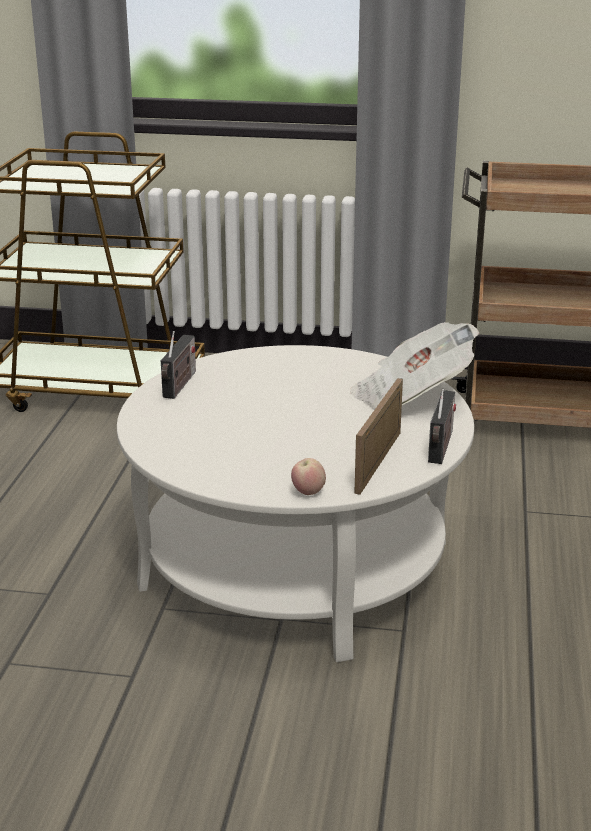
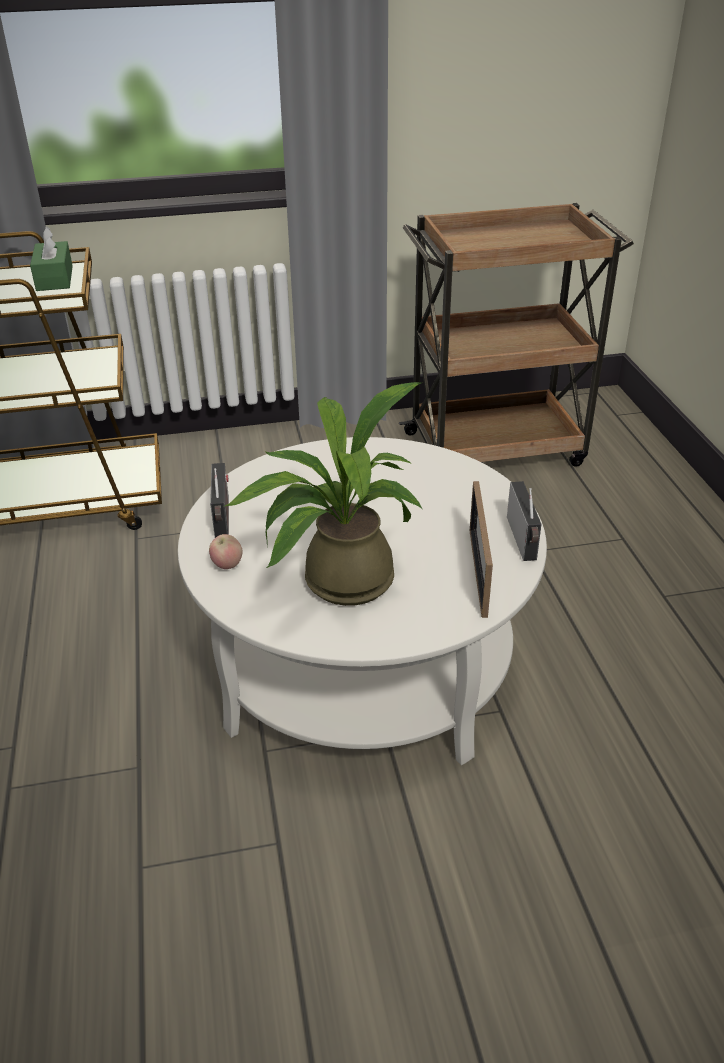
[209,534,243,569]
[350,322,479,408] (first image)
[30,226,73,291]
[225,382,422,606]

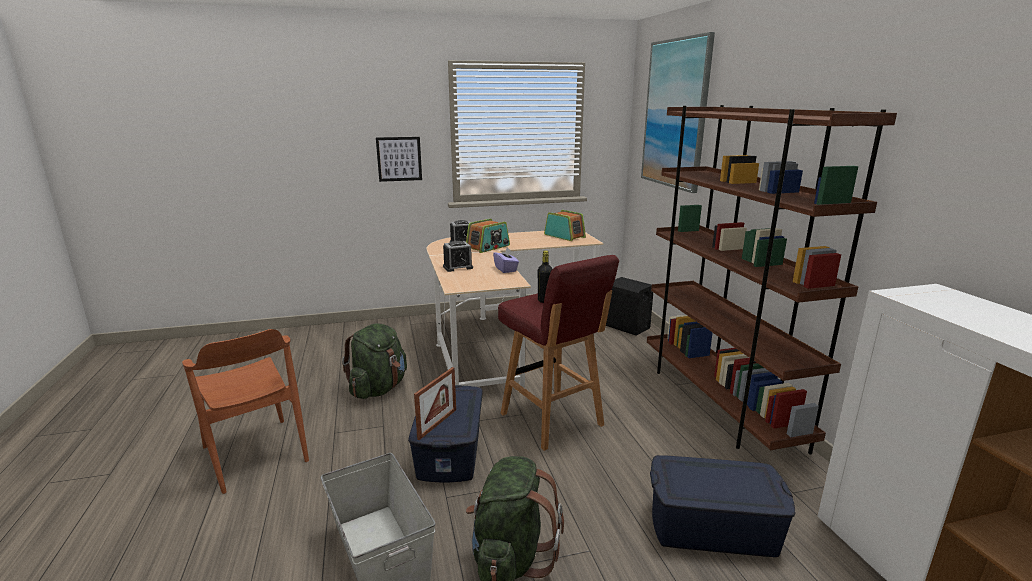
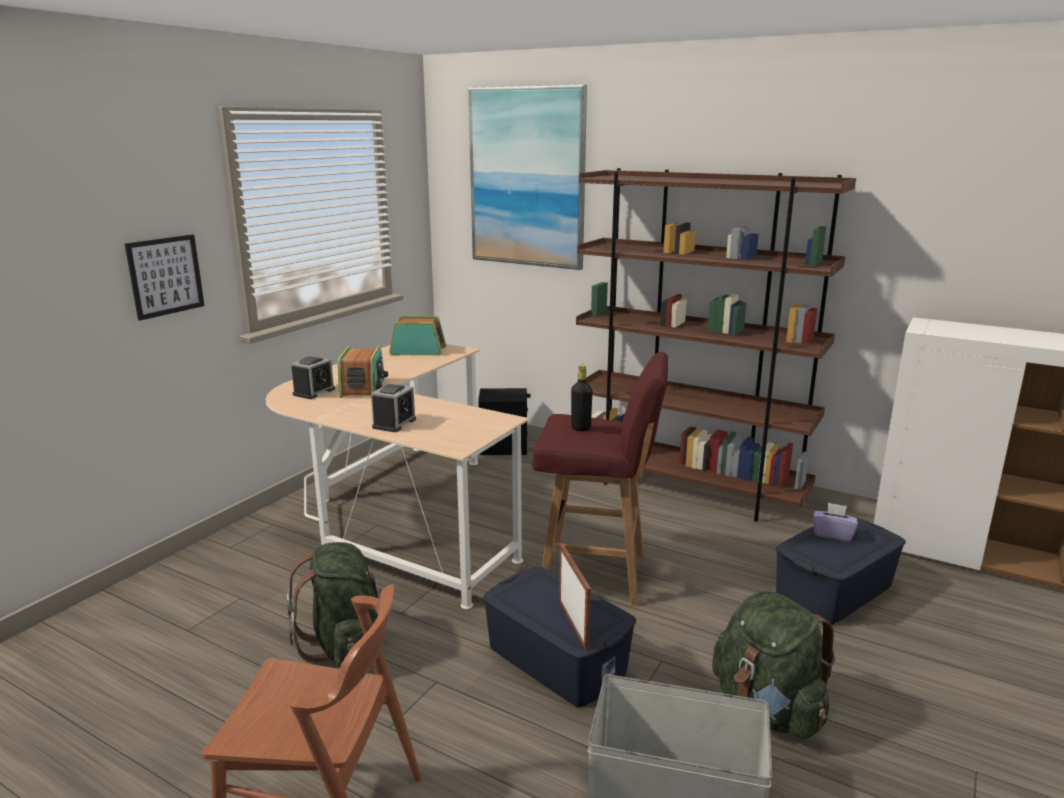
[813,502,858,541]

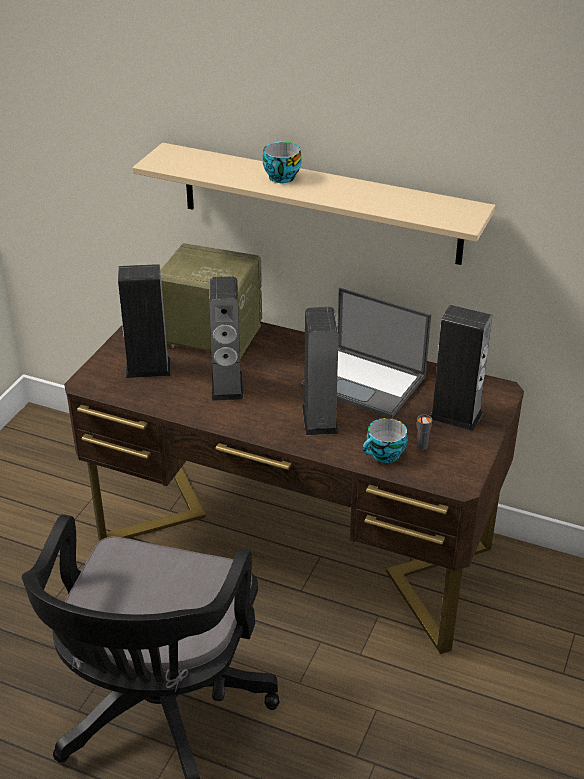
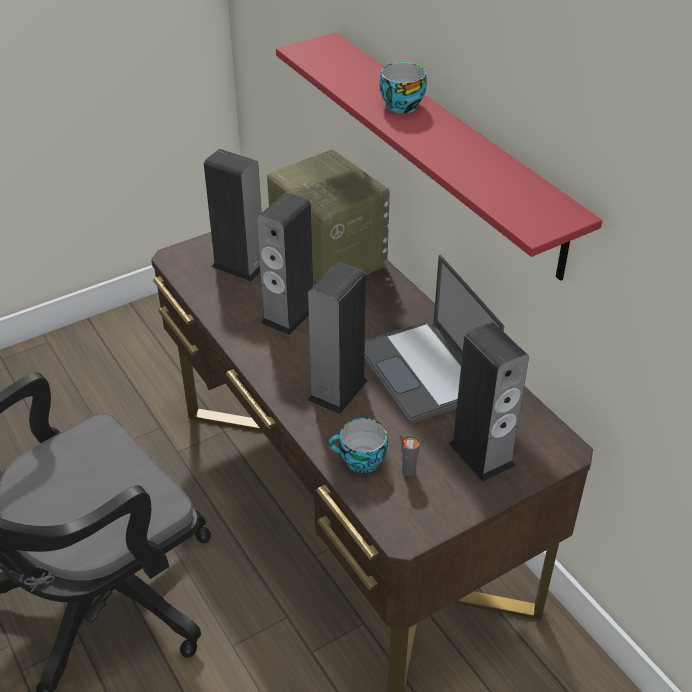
[276,32,602,281]

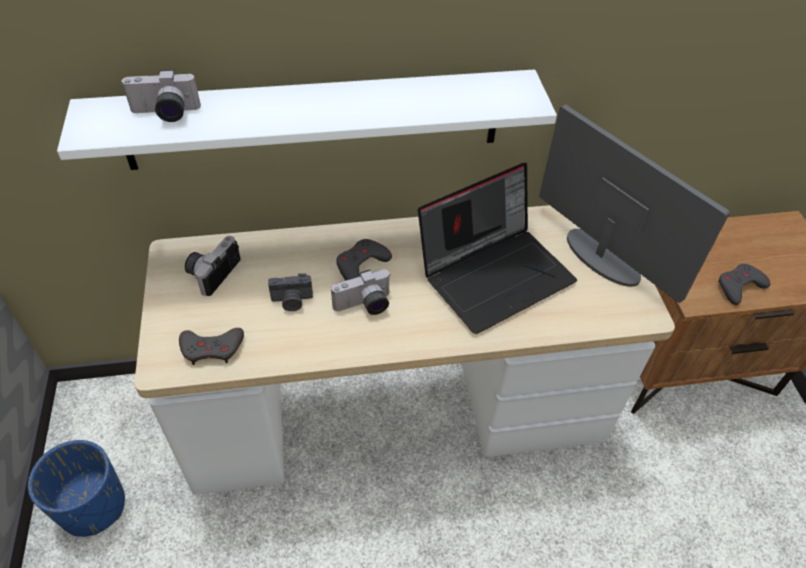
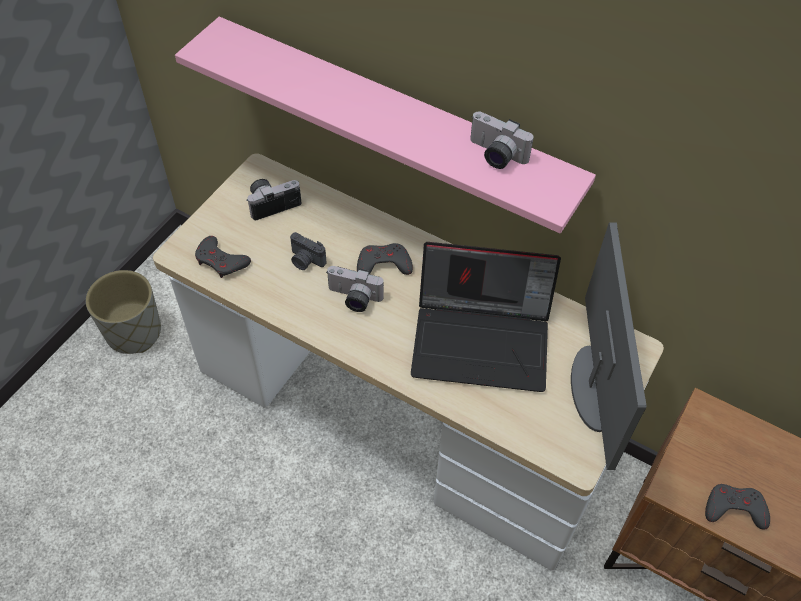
[86,270,161,354]
[175,17,596,233]
[470,111,534,169]

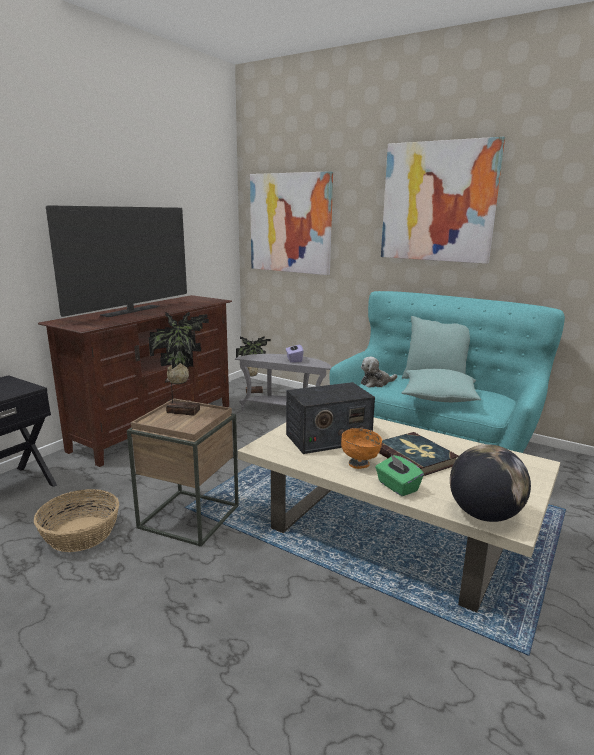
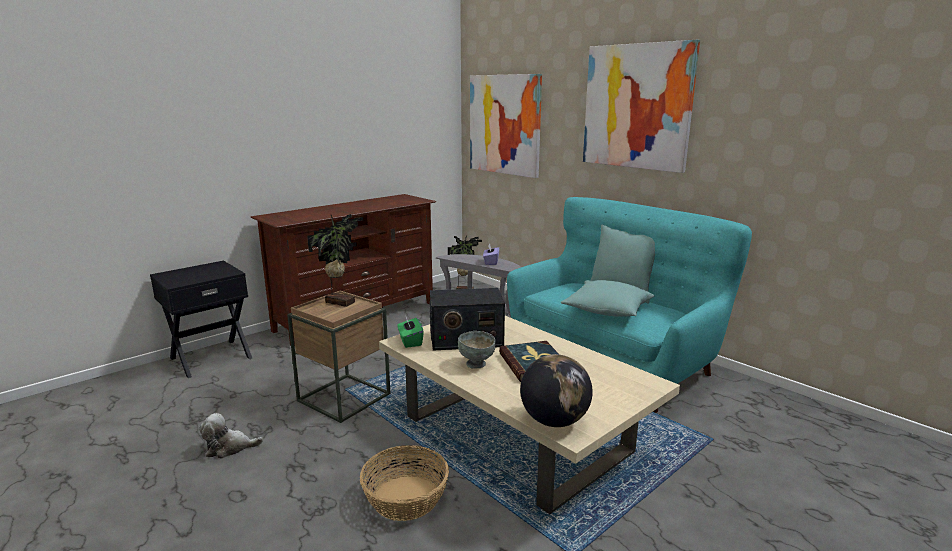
[360,445,449,521]
[46,205,187,317] (first image)
[458,331,495,368]
[199,413,263,459]
[397,315,424,348]

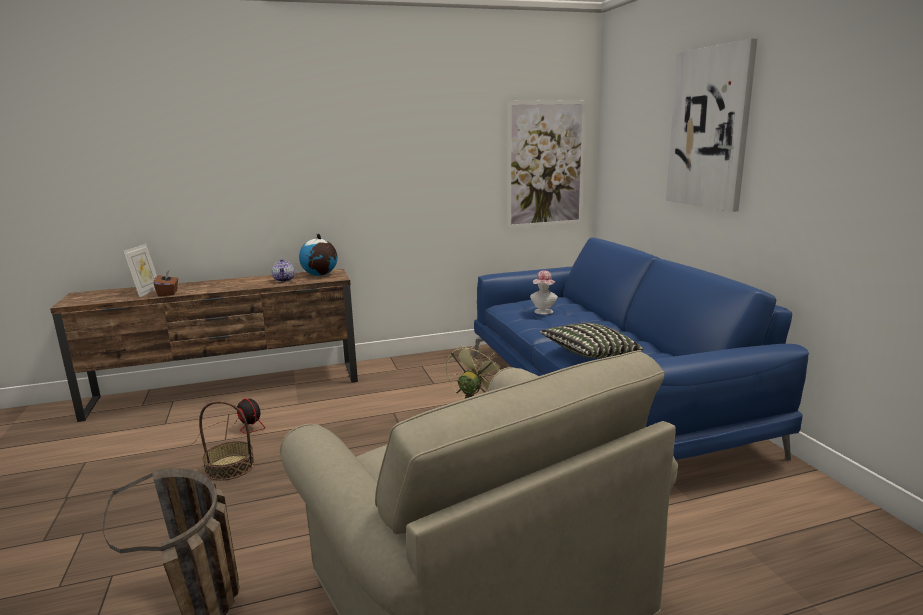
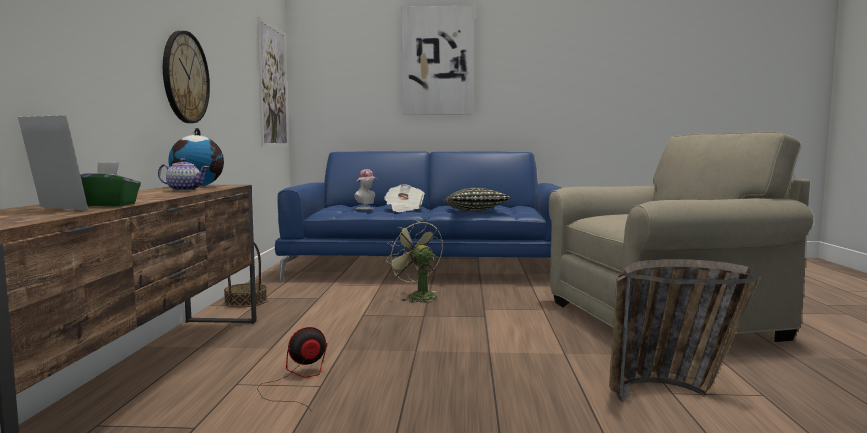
[80,162,141,207]
[224,242,267,307]
[163,31,210,123]
[384,184,425,212]

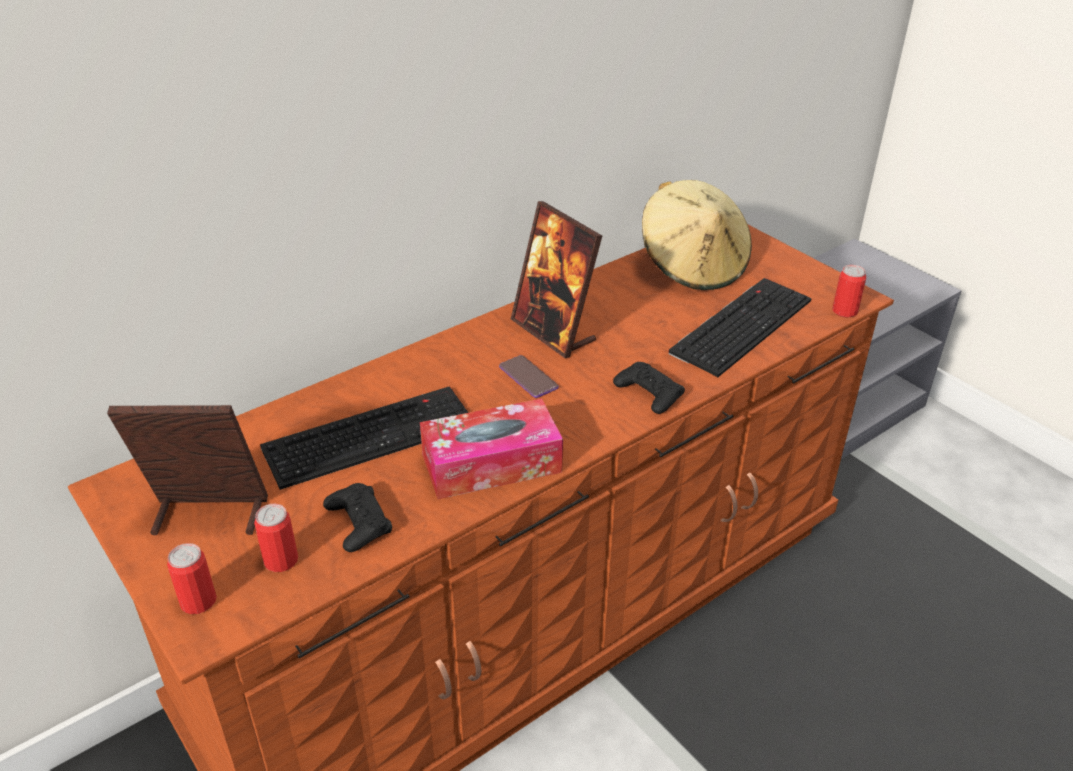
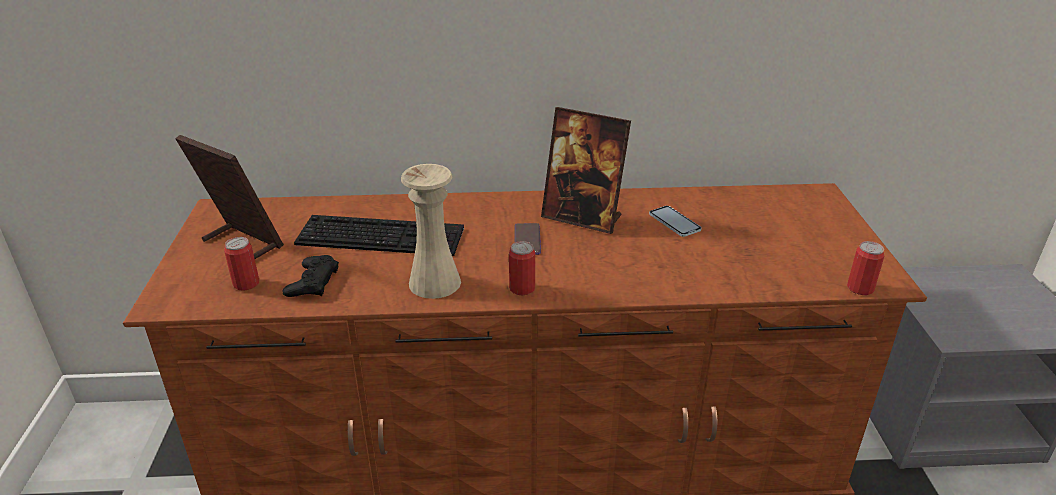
[509,241,535,295]
[401,164,461,299]
[541,107,631,234]
[613,362,685,414] (first image)
[642,180,752,290] (first image)
[668,278,812,377] (first image)
[649,206,702,237]

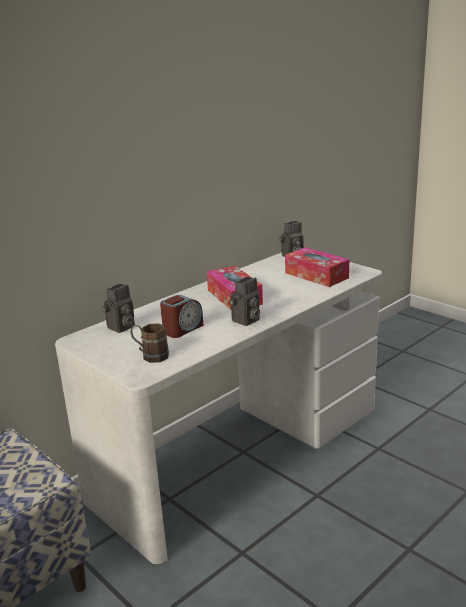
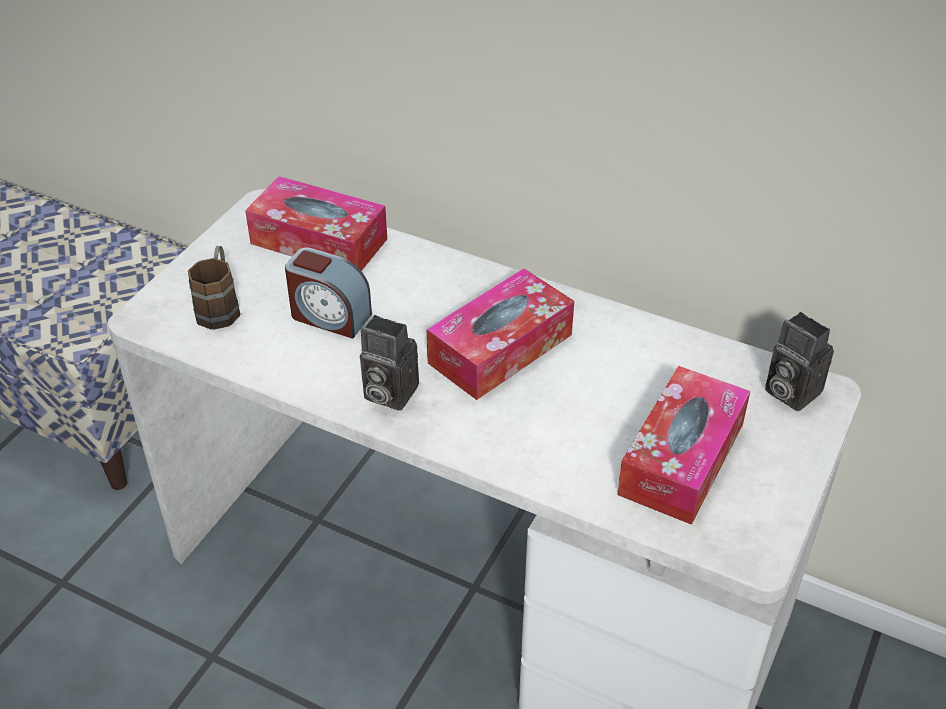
[245,176,387,271]

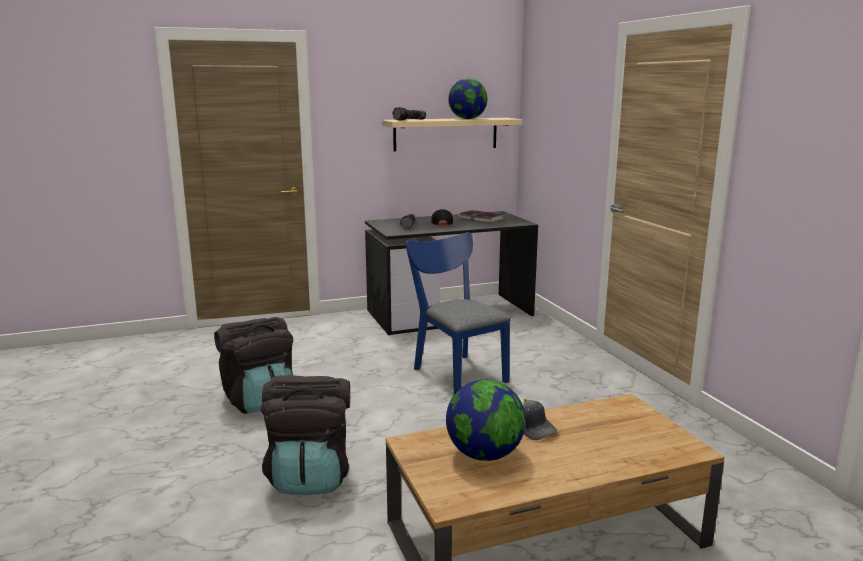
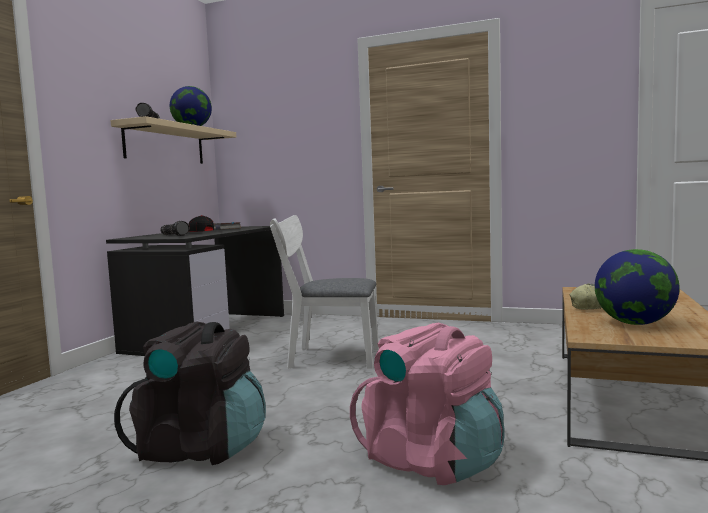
[350,323,505,485]
[270,215,379,368]

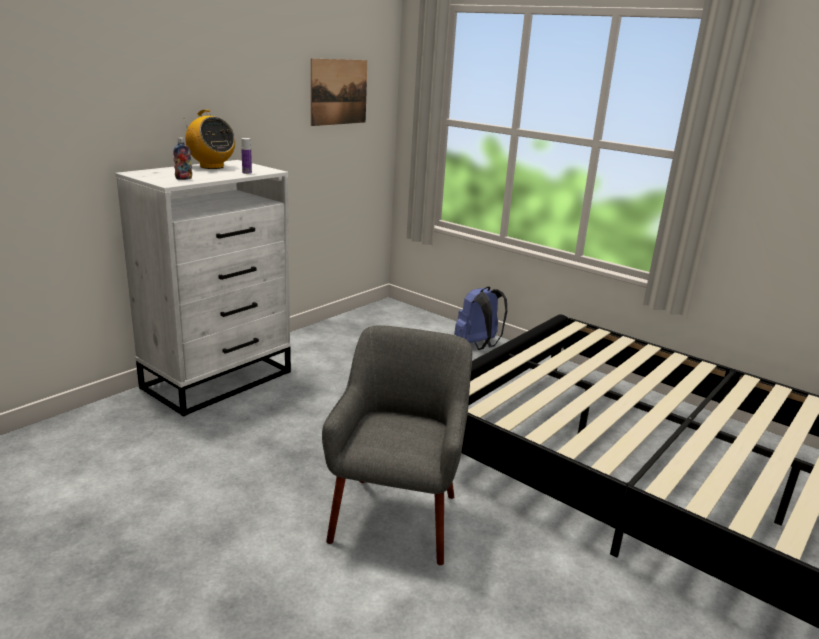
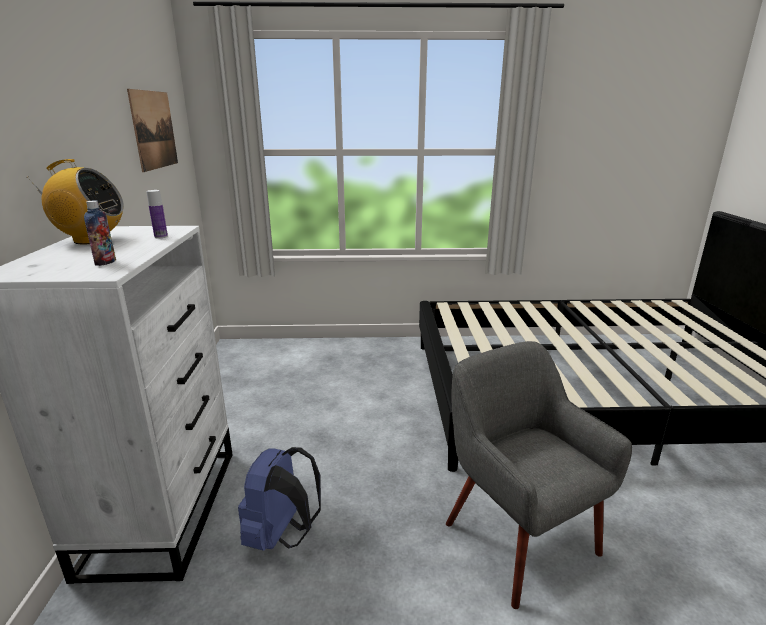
[238,447,321,551]

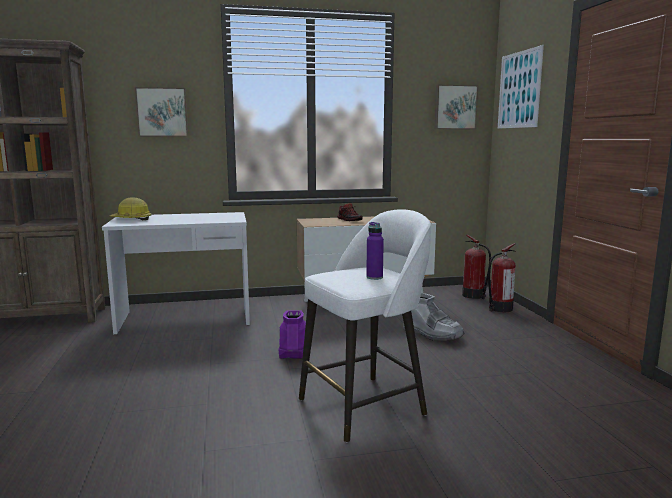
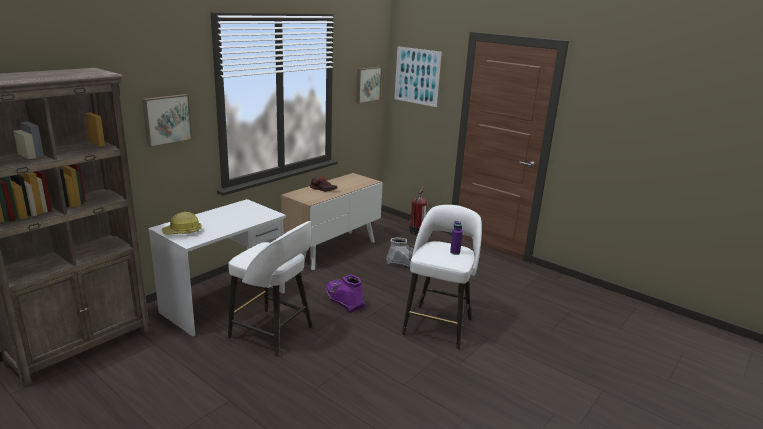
[462,234,491,299] (first image)
[228,221,312,357]

